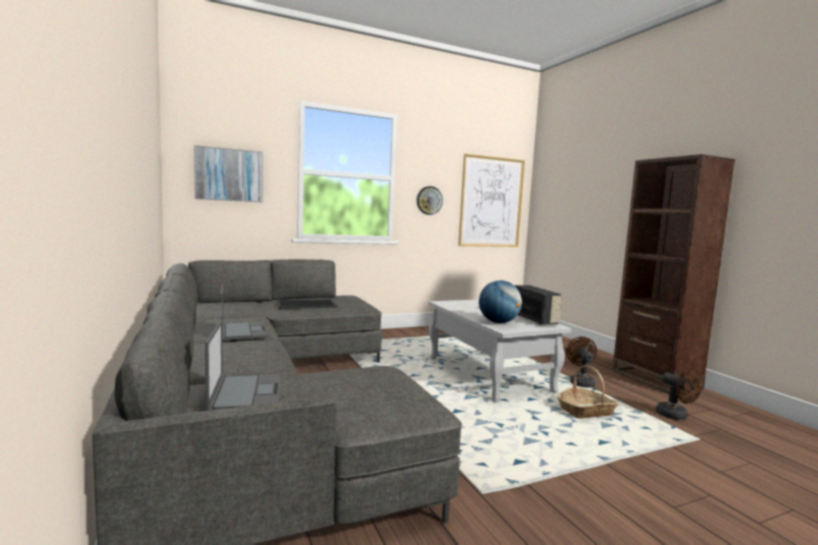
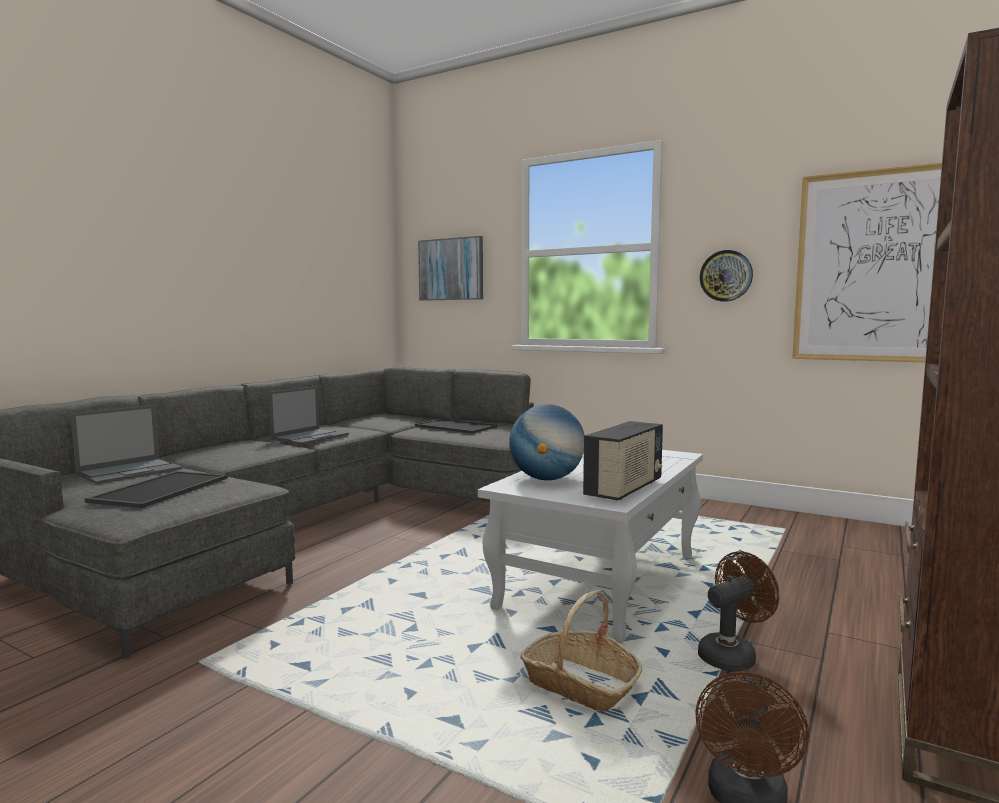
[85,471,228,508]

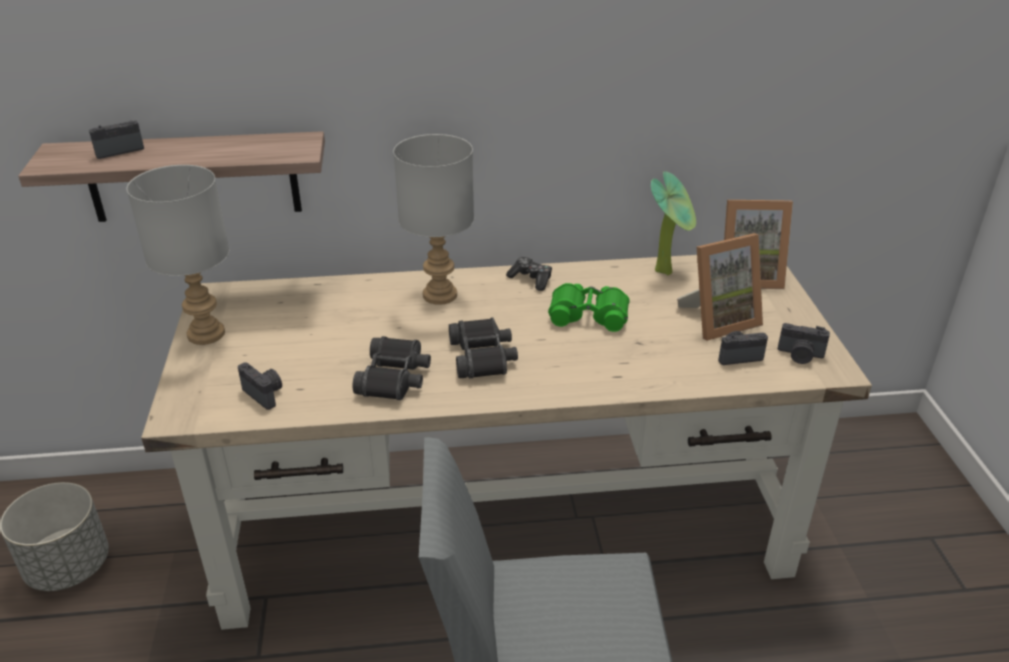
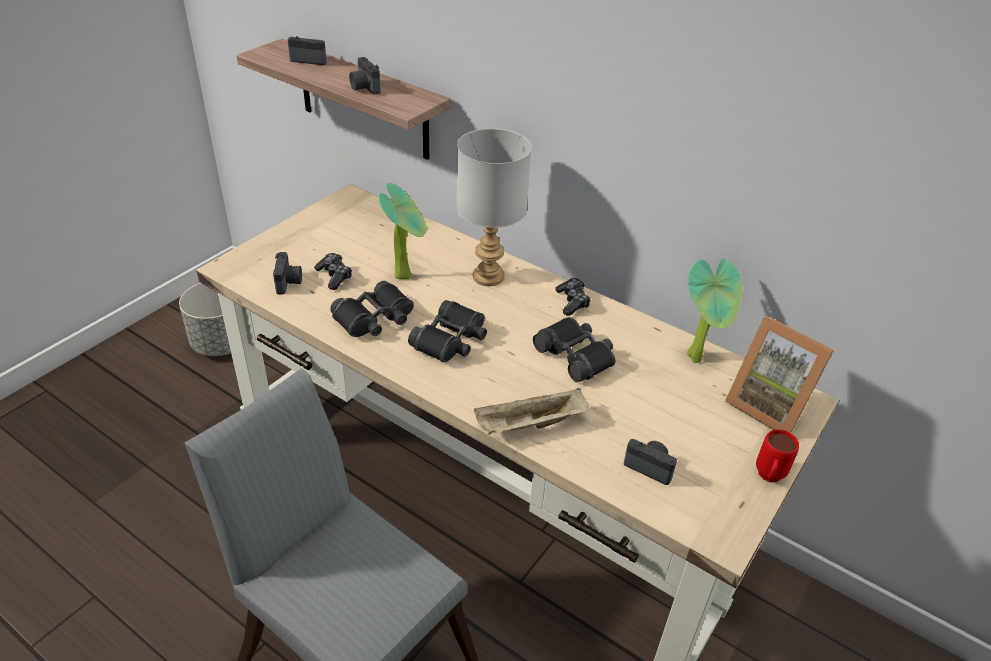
[127,165,229,345] (first image)
[533,317,616,382]
[677,233,763,341] (first image)
[349,57,381,94]
[314,253,352,290]
[378,183,427,280]
[474,388,589,435]
[756,429,799,482]

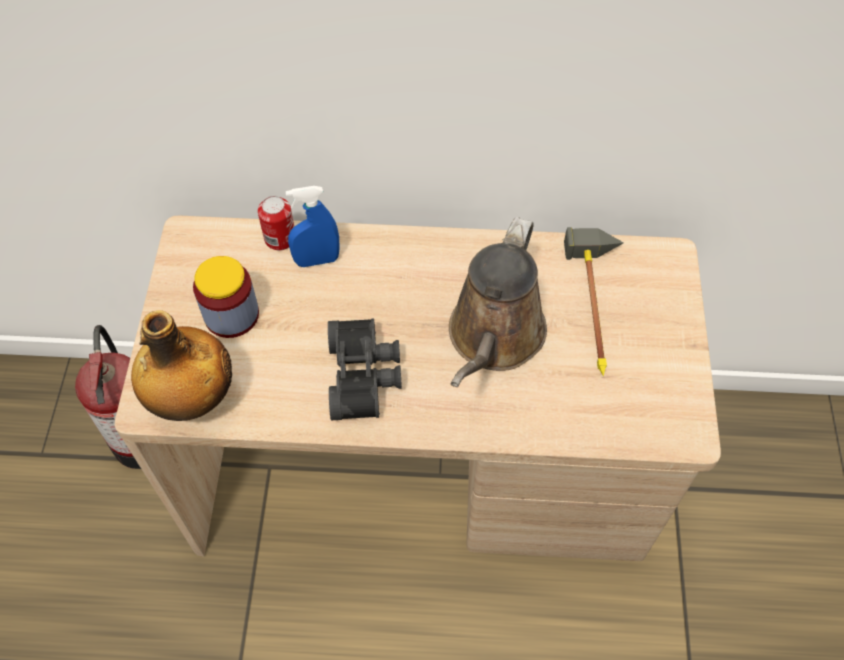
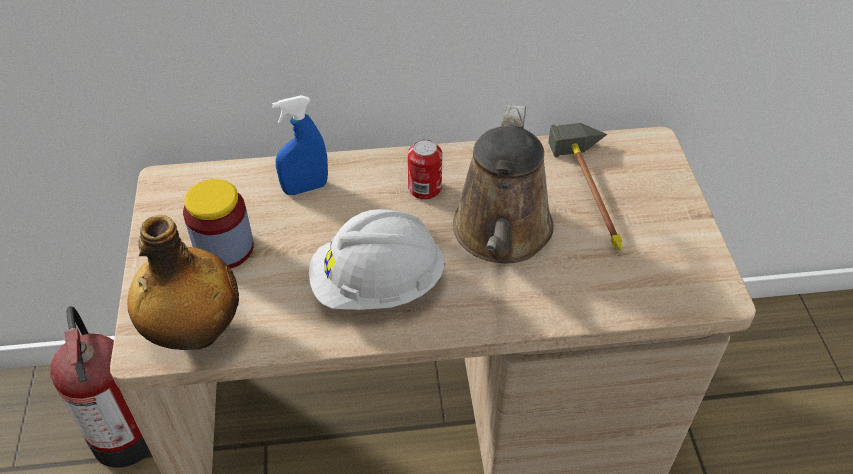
[408,139,442,200]
[309,209,445,310]

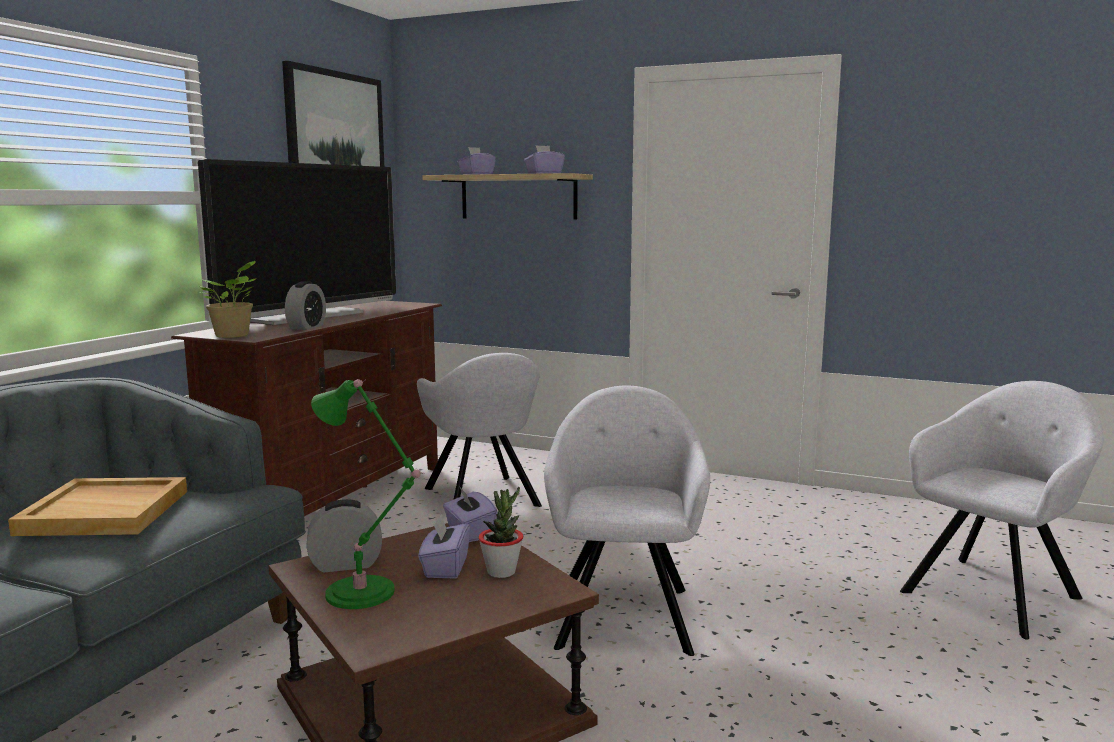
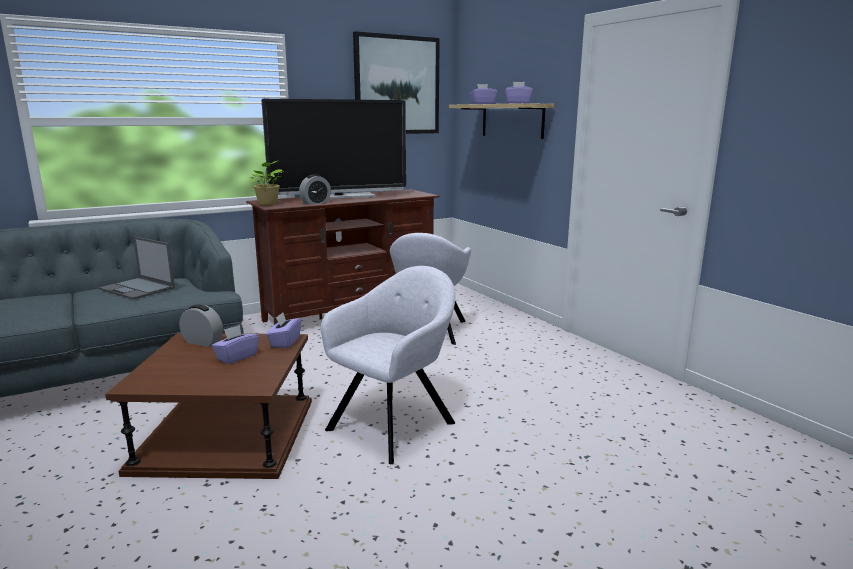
[99,236,175,300]
[311,379,424,609] (first image)
[479,487,523,578] (first image)
[900,381,1103,640] (first image)

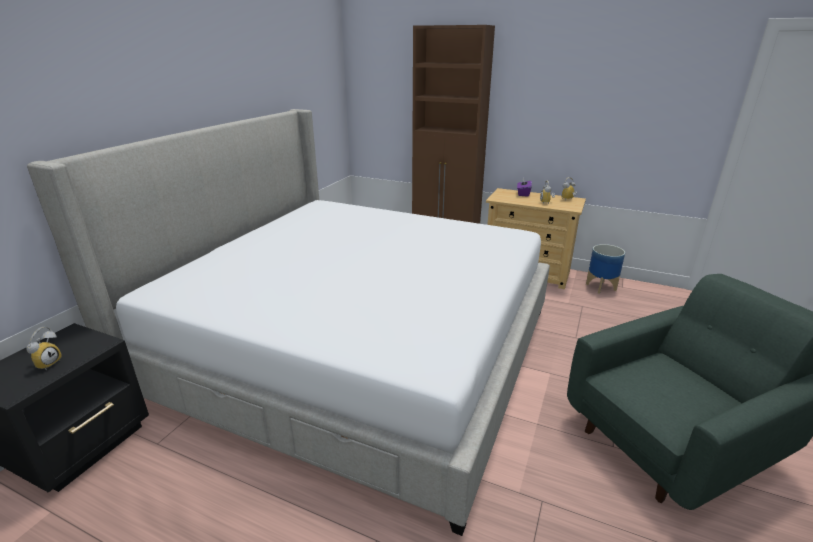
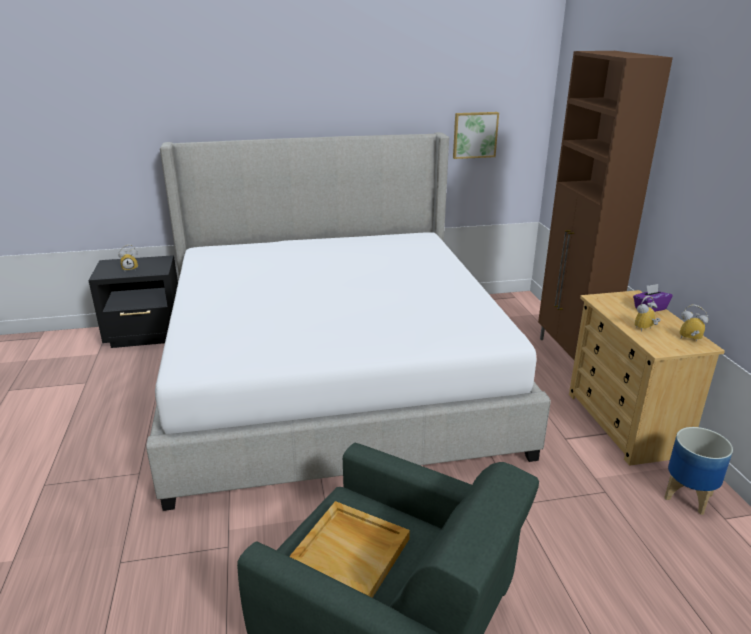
[289,501,410,598]
[453,112,499,159]

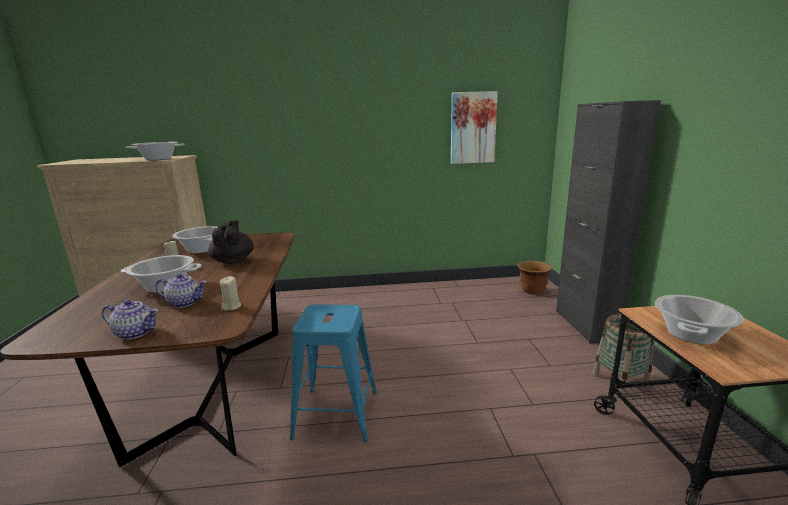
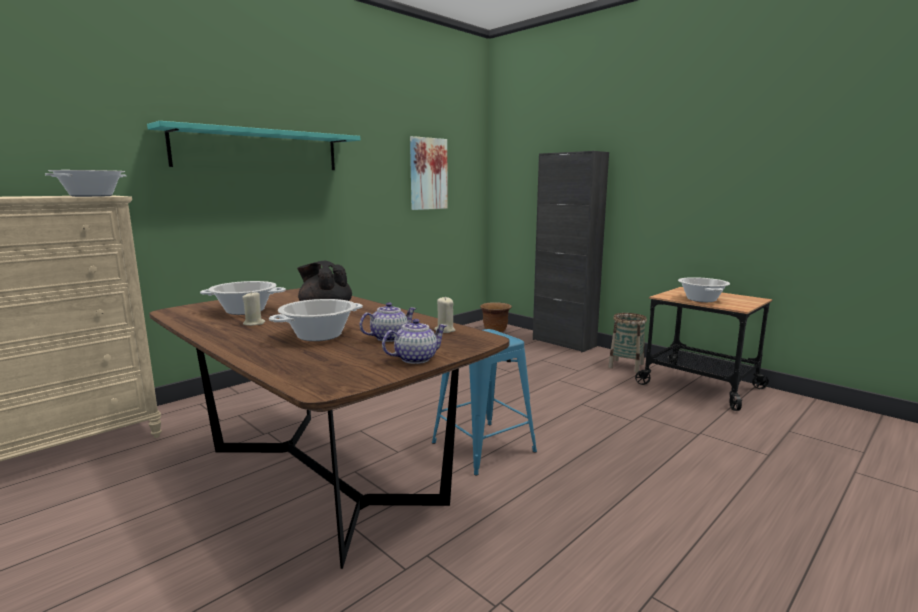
[147,121,360,170]

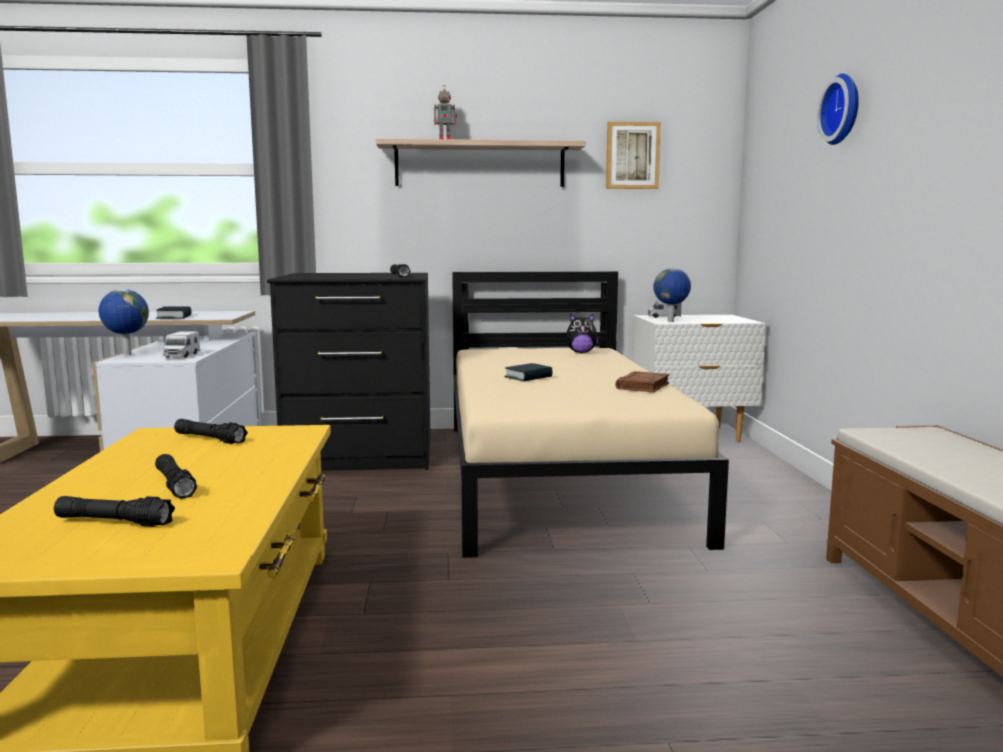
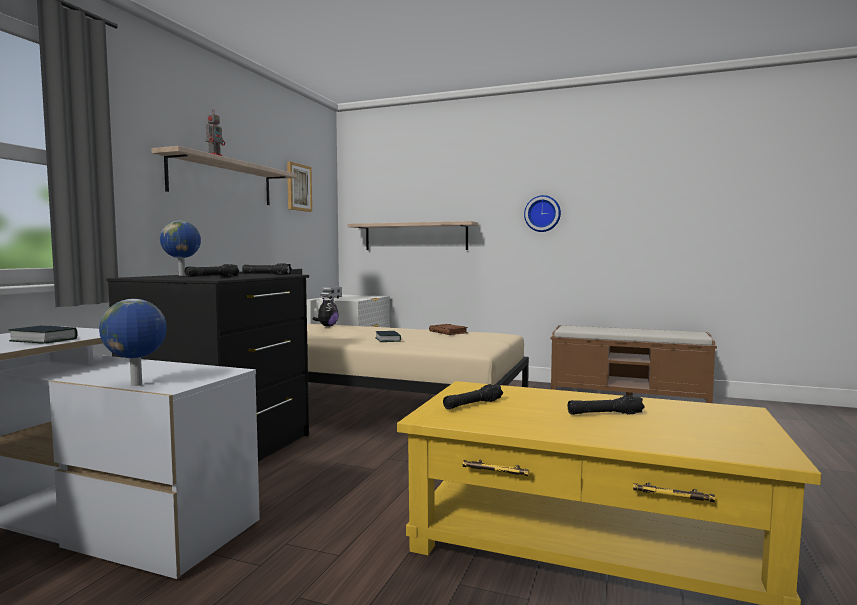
[185,264,239,277]
[163,332,200,358] (first image)
[160,221,201,276]
[524,195,561,232]
[347,221,478,250]

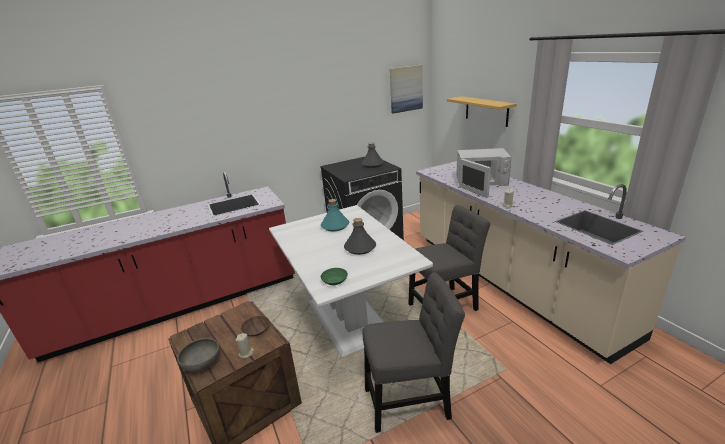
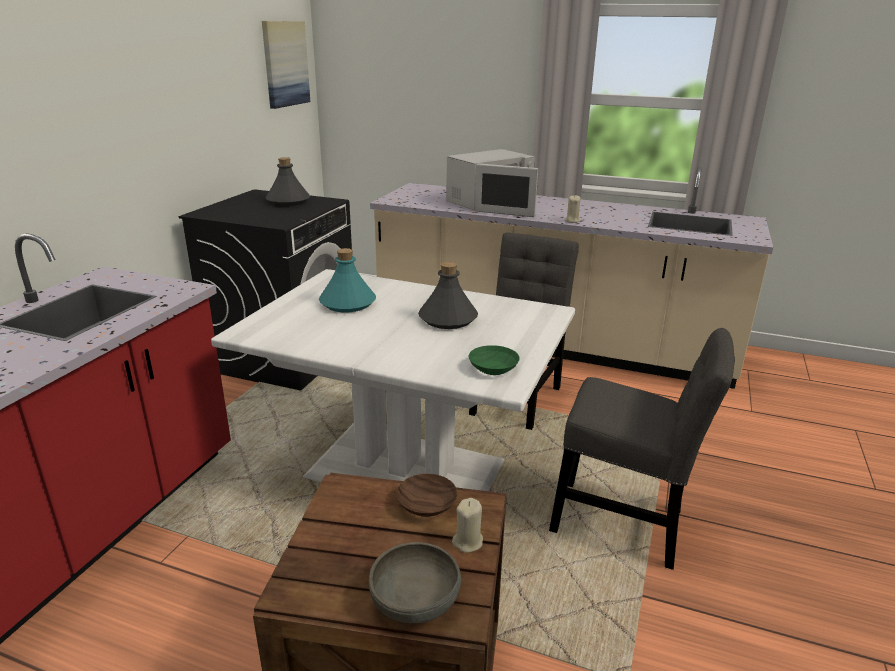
[549,328,735,570]
[447,96,517,127] (first image)

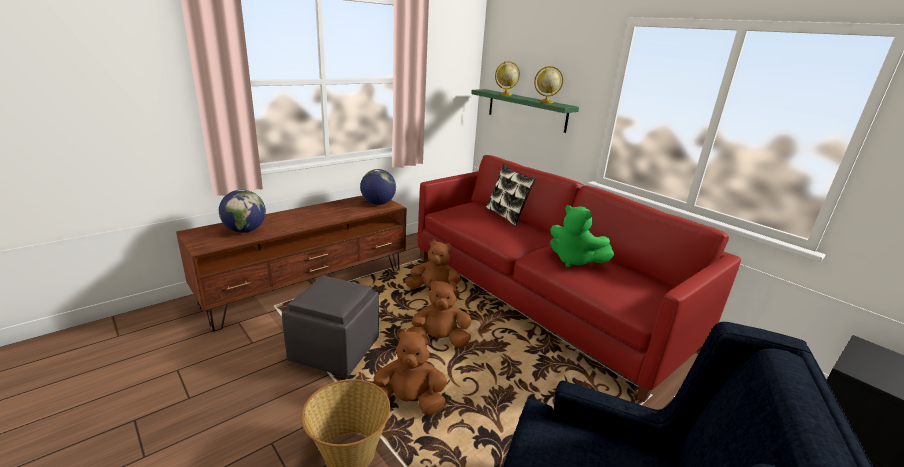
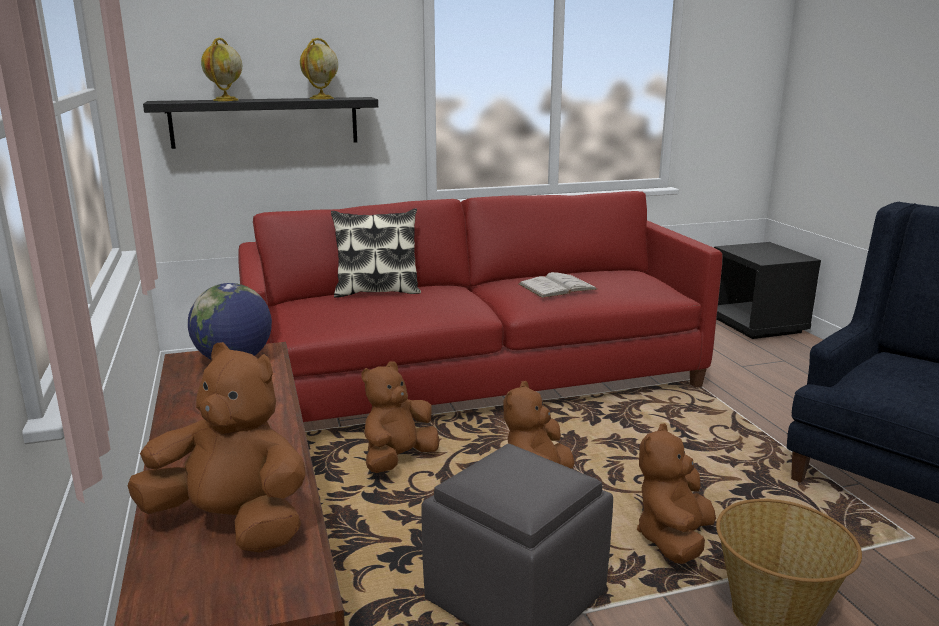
[128,342,305,553]
[143,97,378,149]
[519,272,597,298]

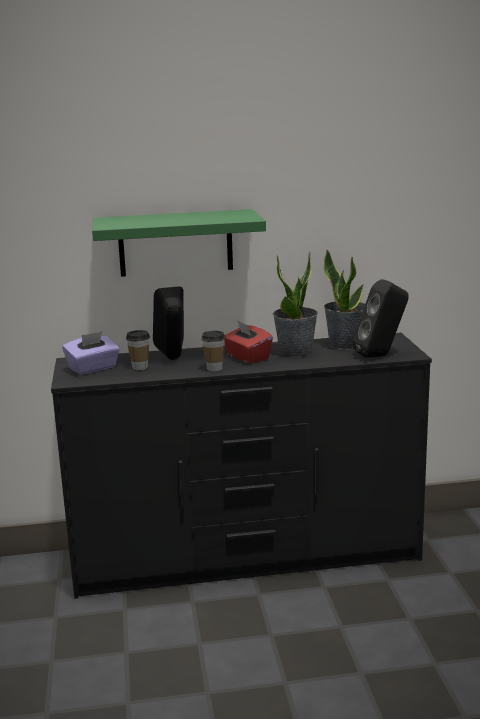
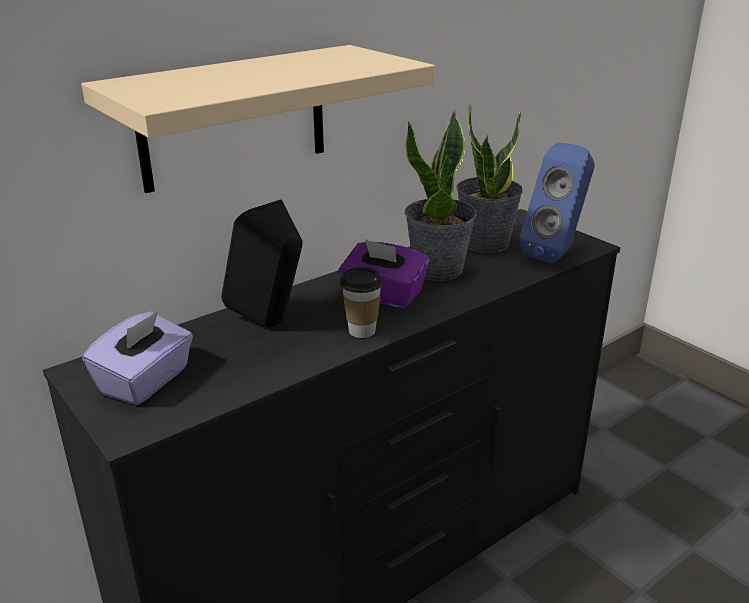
[81,45,435,193]
[126,330,150,370] (first image)
[339,239,429,308]
[519,143,595,264]

